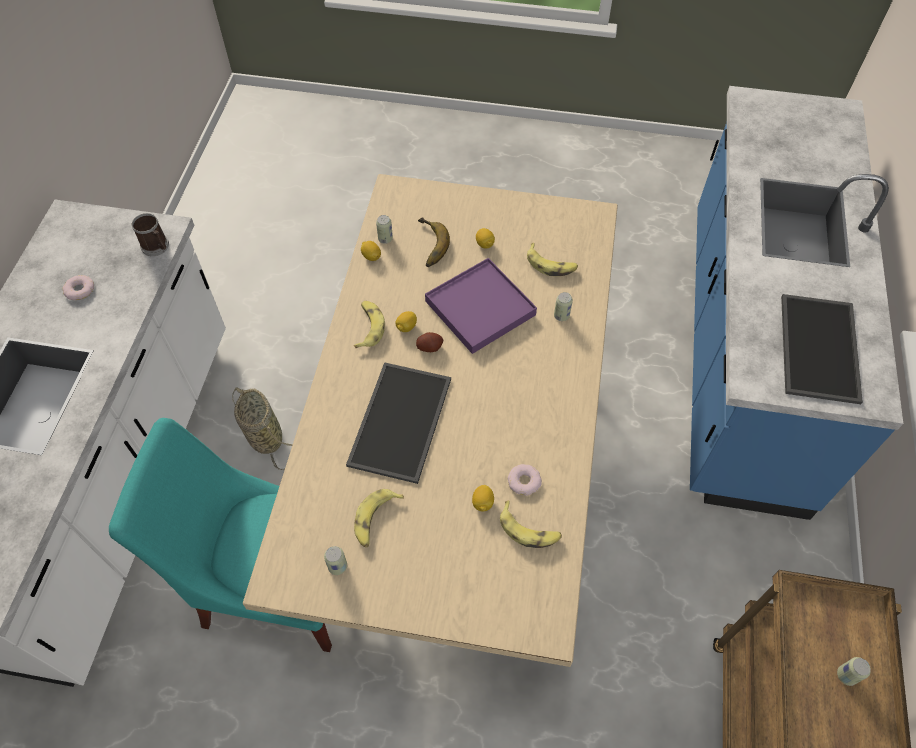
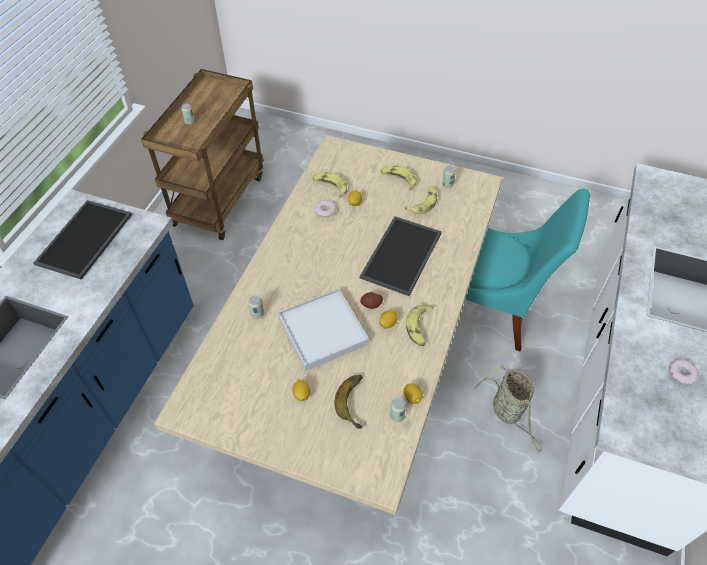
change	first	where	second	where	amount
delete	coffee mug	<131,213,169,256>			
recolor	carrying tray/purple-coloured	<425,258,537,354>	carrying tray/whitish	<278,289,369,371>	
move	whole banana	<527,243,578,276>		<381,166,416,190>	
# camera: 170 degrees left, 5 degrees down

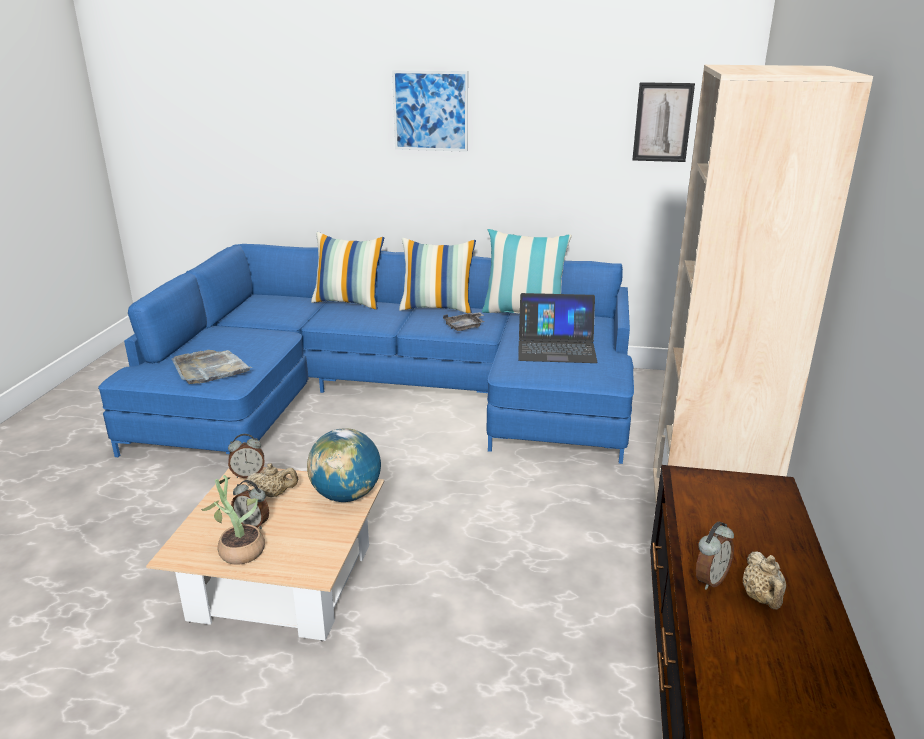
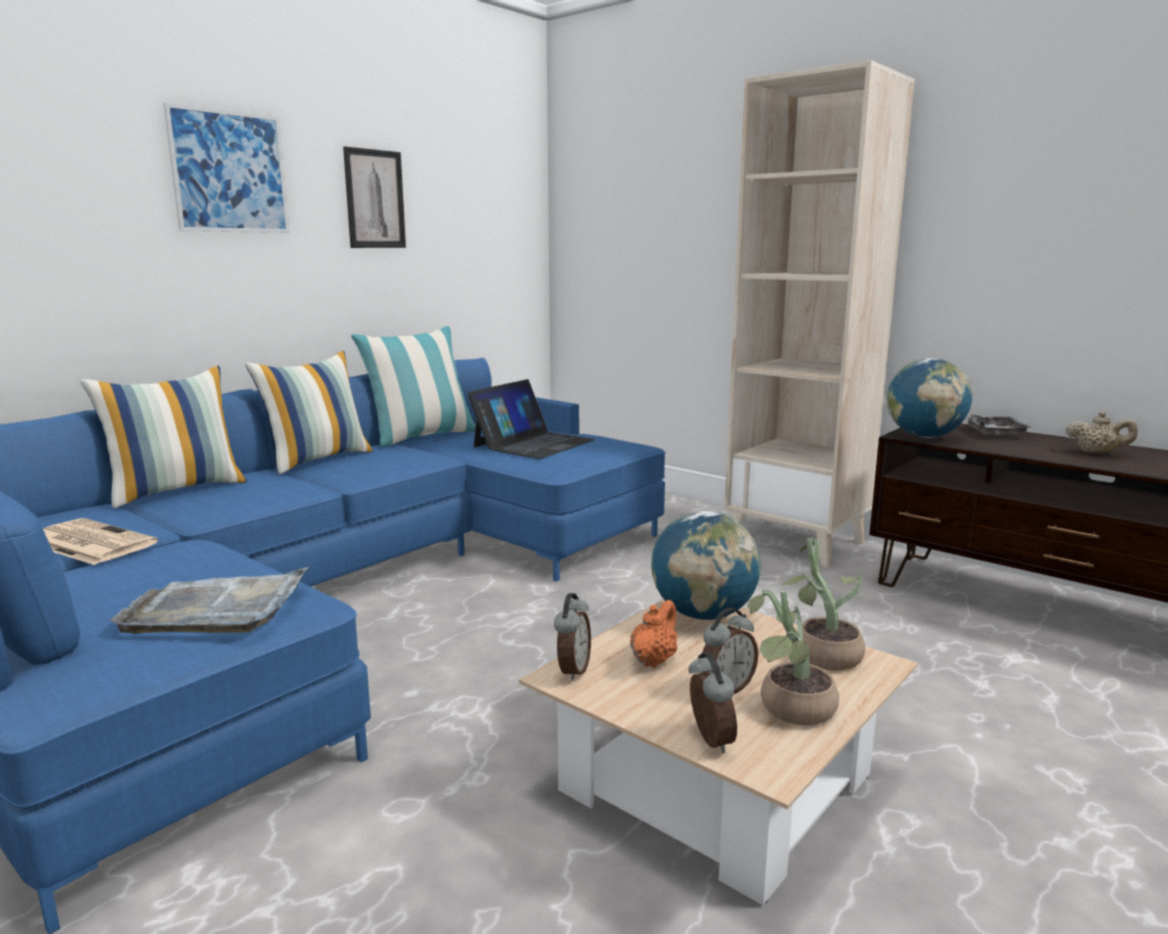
change	first	where	second	where	amount
recolor	teapot/beige-coloured	<246,463,298,497>	teapot/orange	<630,600,678,668>	
move	carrying tray/grey	<443,312,484,331>		<967,414,1032,437>	
move	wall picture	<632,82,695,162>		<343,146,406,248>	
move	bedside clock	<696,522,734,590>		<689,652,737,753>	
insert			daily paper	<43,518,158,565>	
insert			plant in a pot	<780,537,866,671>	
insert			globe	<886,358,972,438>	
# camera: 60 degrees left, 10 degrees down

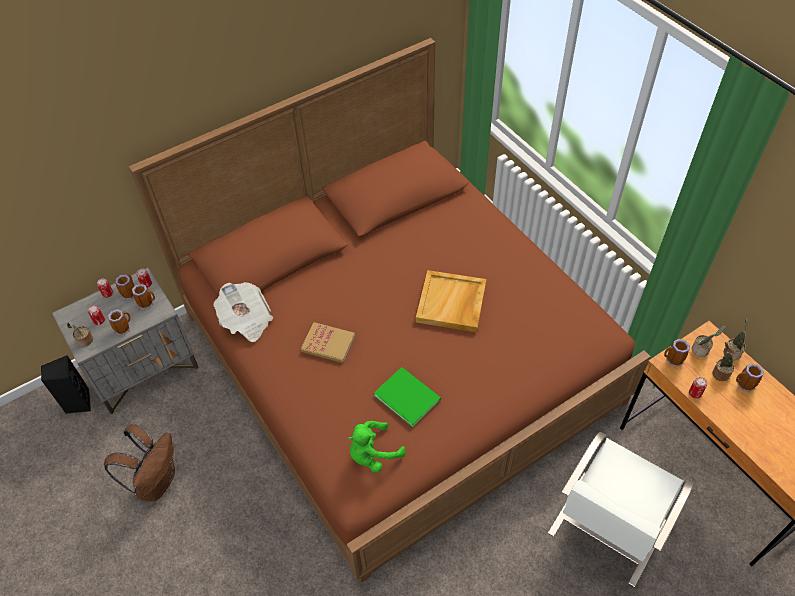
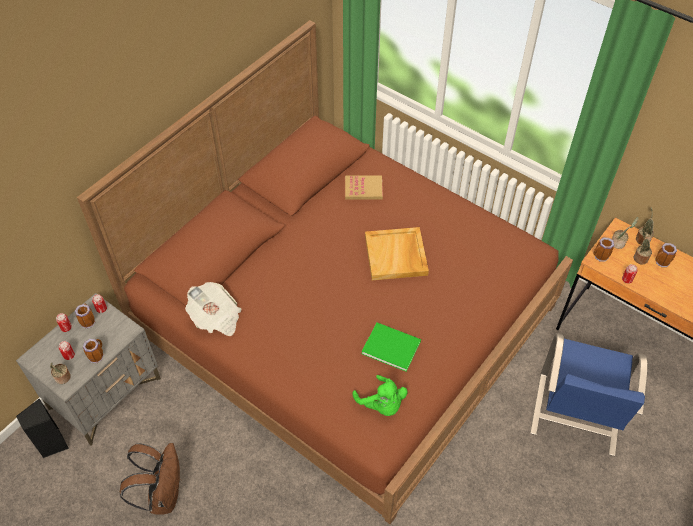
change	first	where	second	where	amount
delete	coffee mug	<132,284,155,309>			
move	book	<301,322,355,363>		<345,176,383,200>	
rotate	plush toy/green-coloured	<347,421,406,473>		<353,375,408,416>	75 degrees counterclockwise
recolor	plain chair/whitish	<548,432,693,587>	plain chair/bluish	<530,333,648,456>	
# camera: 20 degrees left, 0 degrees up

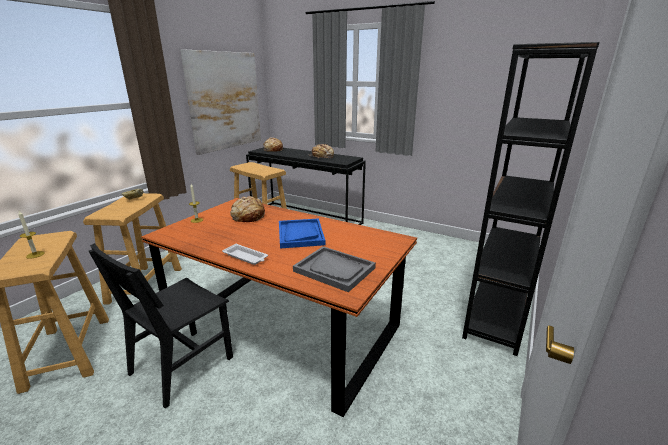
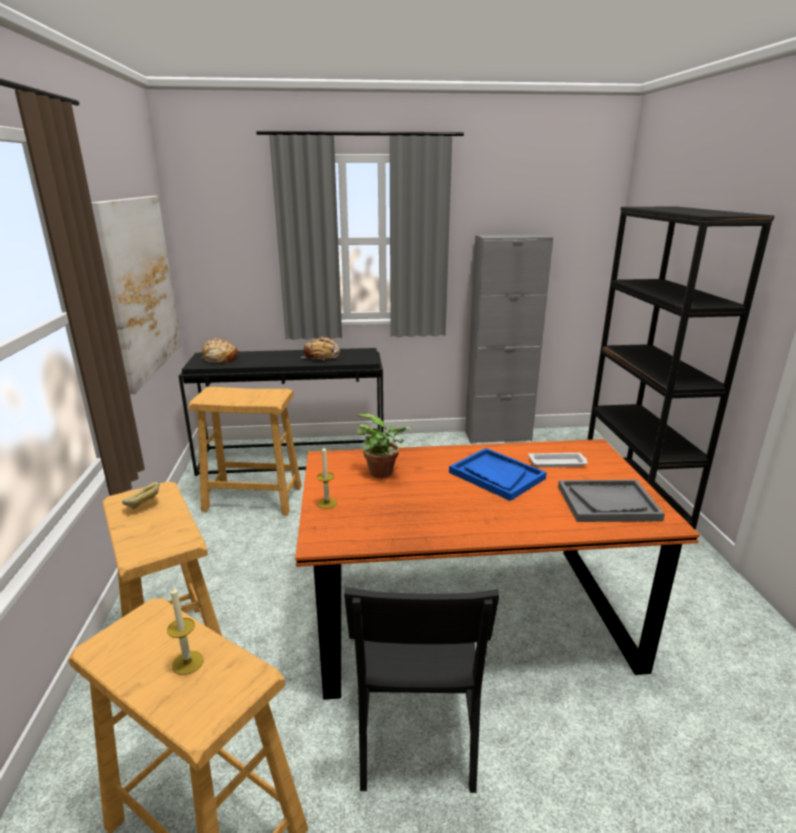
change	first	where	second	where	amount
move	carrying tray/whitish	<222,243,268,265>		<528,453,588,467>	
replace	bakery bread	<230,196,265,222>	plant in a pot	<357,413,411,478>	
insert			cupboard/grey	<465,234,553,444>	
# camera: 35 degrees left, 0 degrees up

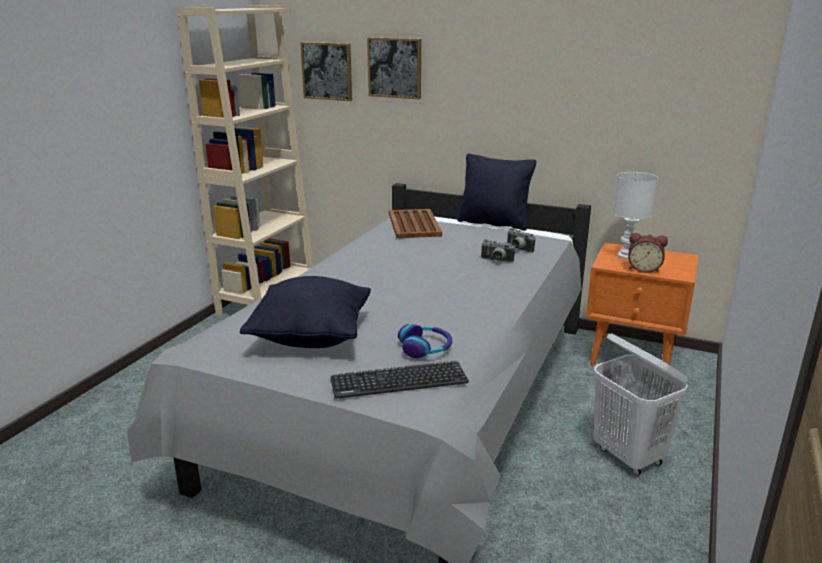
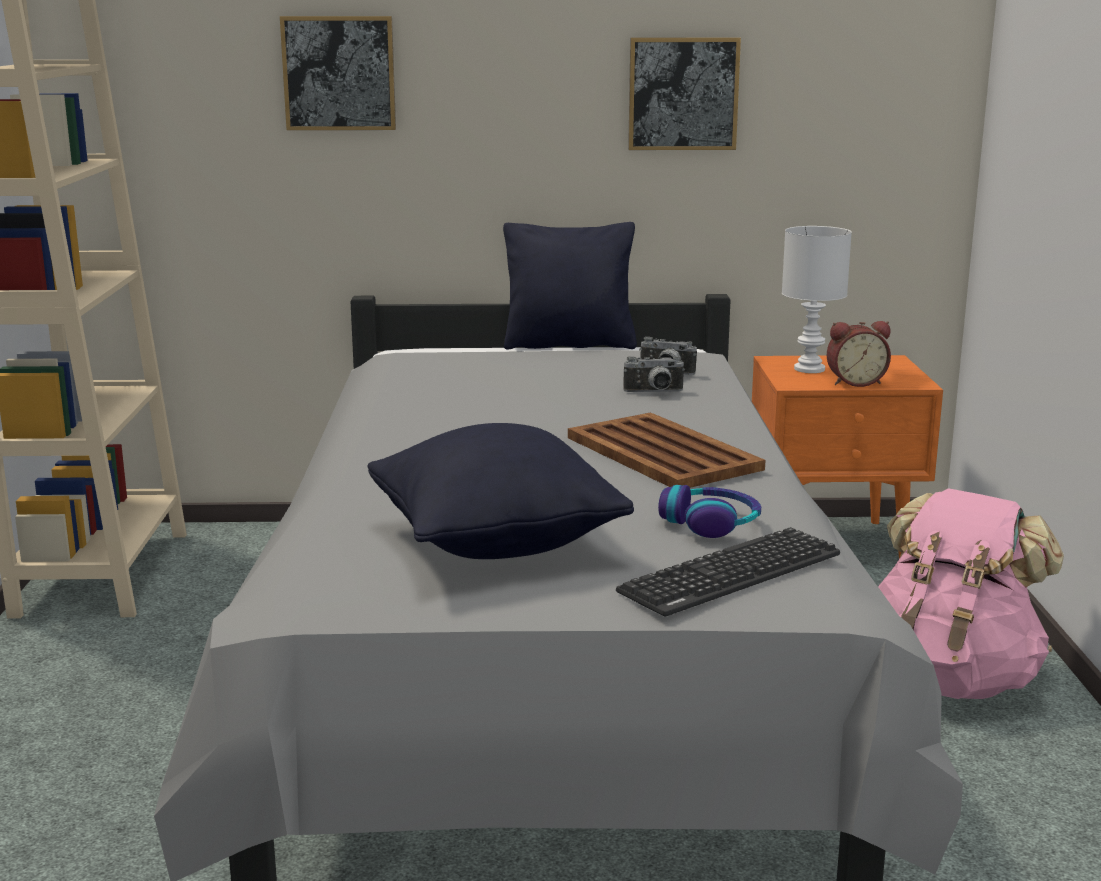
change	first	where	second	where	amount
move	wall picture	<300,42,352,101>		<628,38,741,150>	
move	carrying tray/brownish	<389,209,442,238>		<568,412,765,488>	
replace	hamper/whitish	<594,333,689,476>	knapsack/pinkish	<878,488,1064,699>	
# camera: 25 degrees left, 5 degrees down

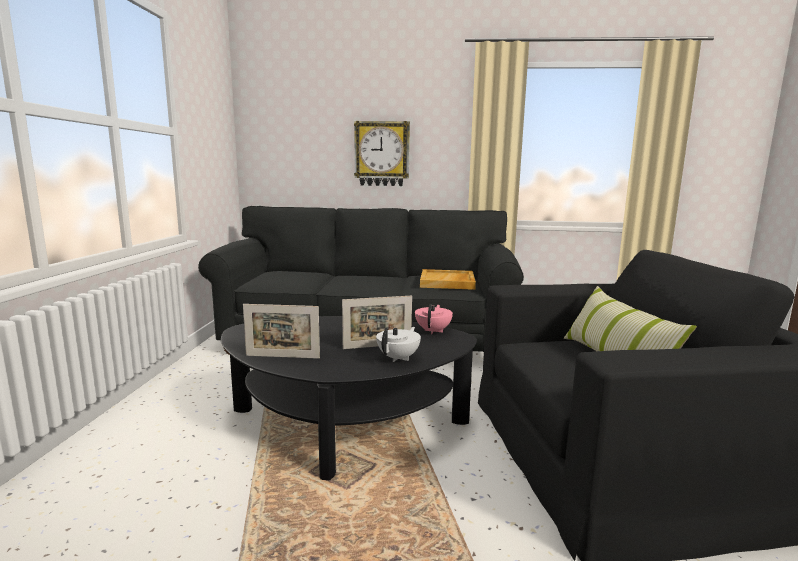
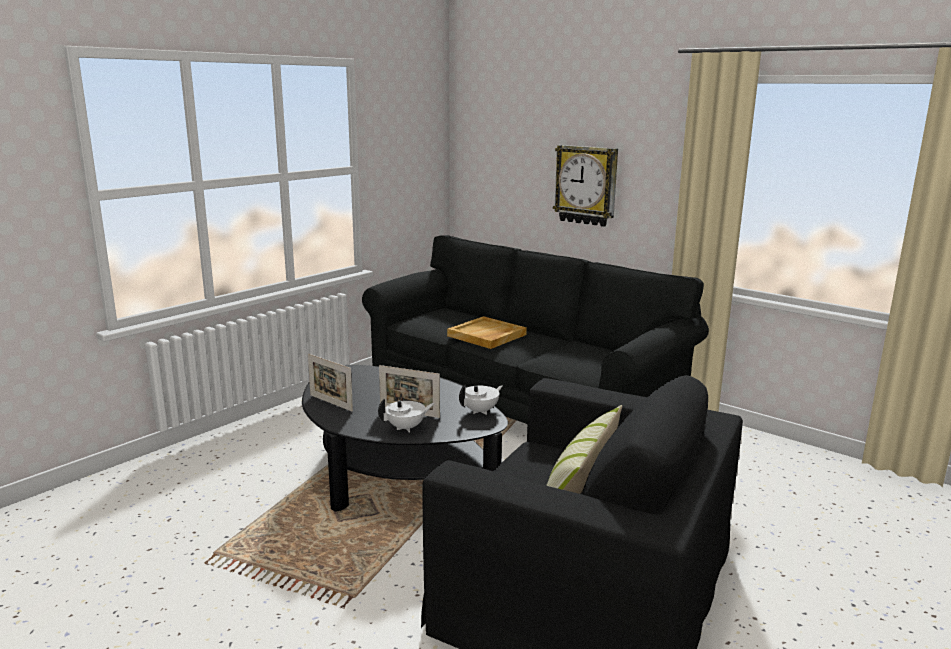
change	first	where	second	where	amount
recolor	teapot/pinkish	<415,304,453,334>	teapot/whitish	<459,385,502,415>	
move	carrying tray/beige-coloured	<420,269,476,290>		<447,316,527,349>	
# camera: 35 degrees right, 5 degrees up

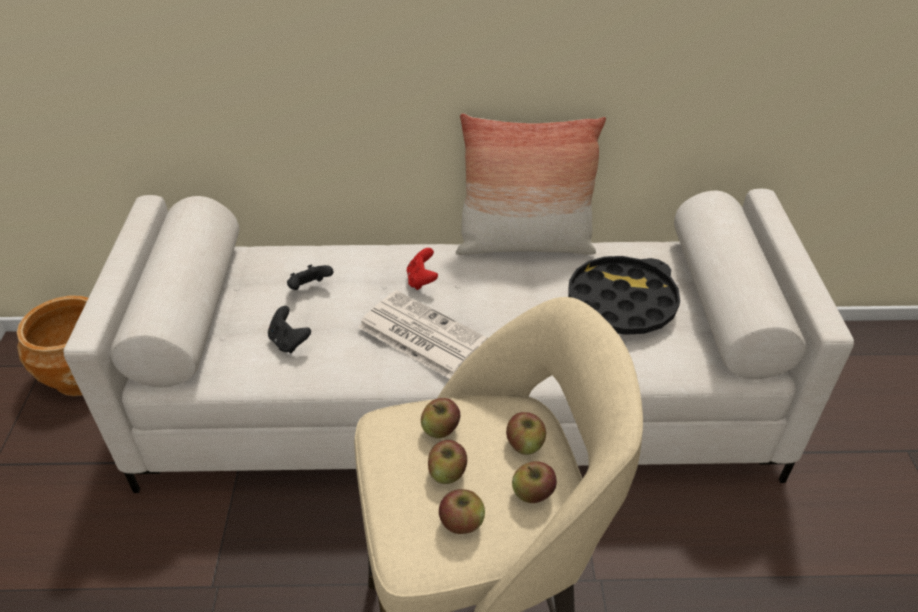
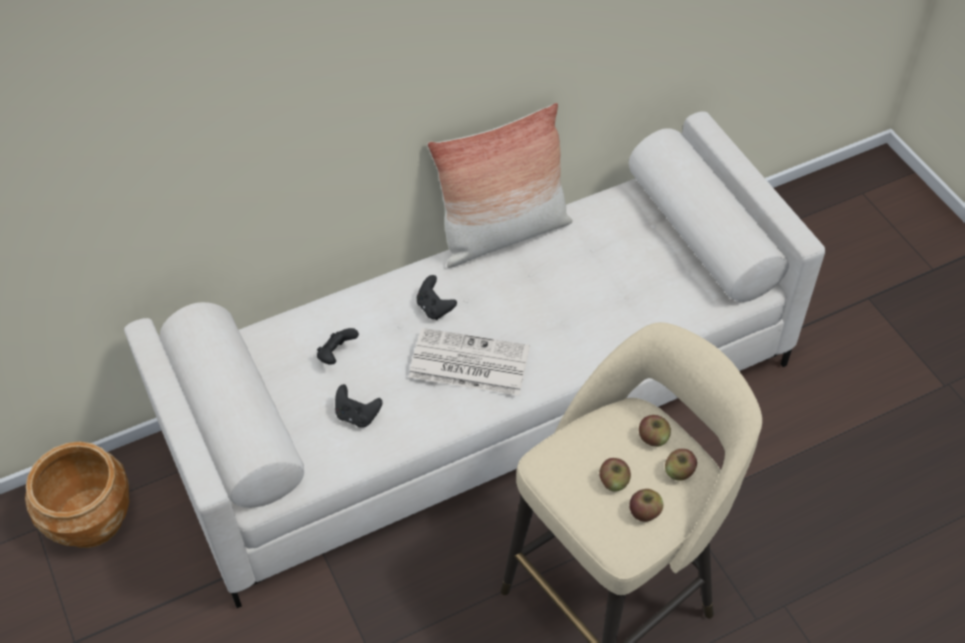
change	first	where	second	where	amount
recolor	gamepad/red-coloured	<407,248,438,290>	gamepad/black-coloured	<416,275,457,320>	
delete	whole apple	<421,398,460,438>			
delete	carrying tray/black-coloured	<568,256,680,335>			
# camera: 25 degrees left, 10 degrees up

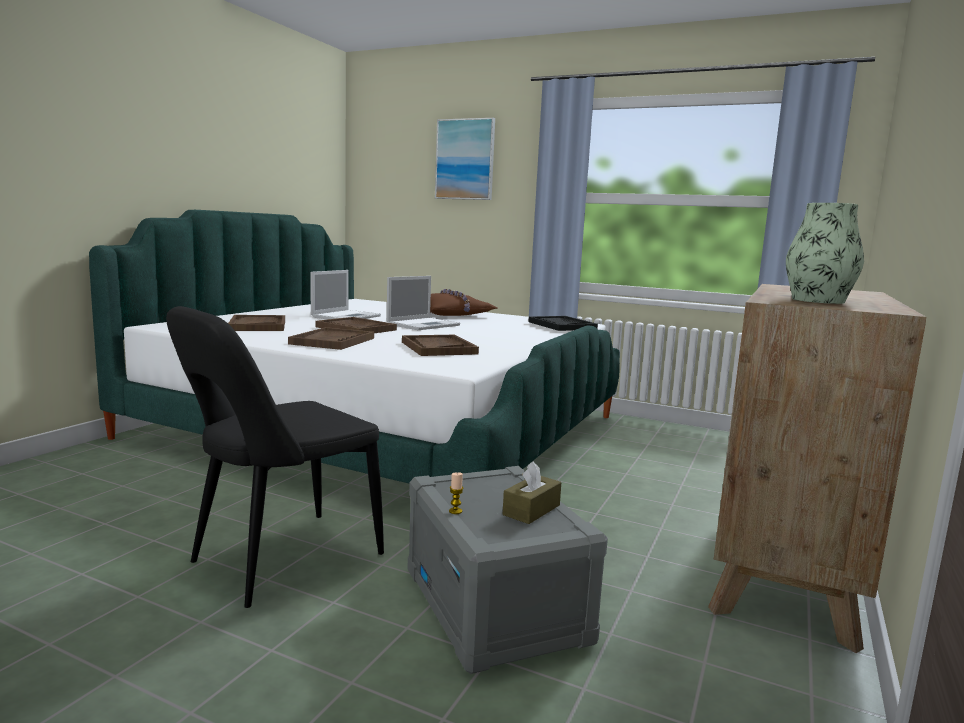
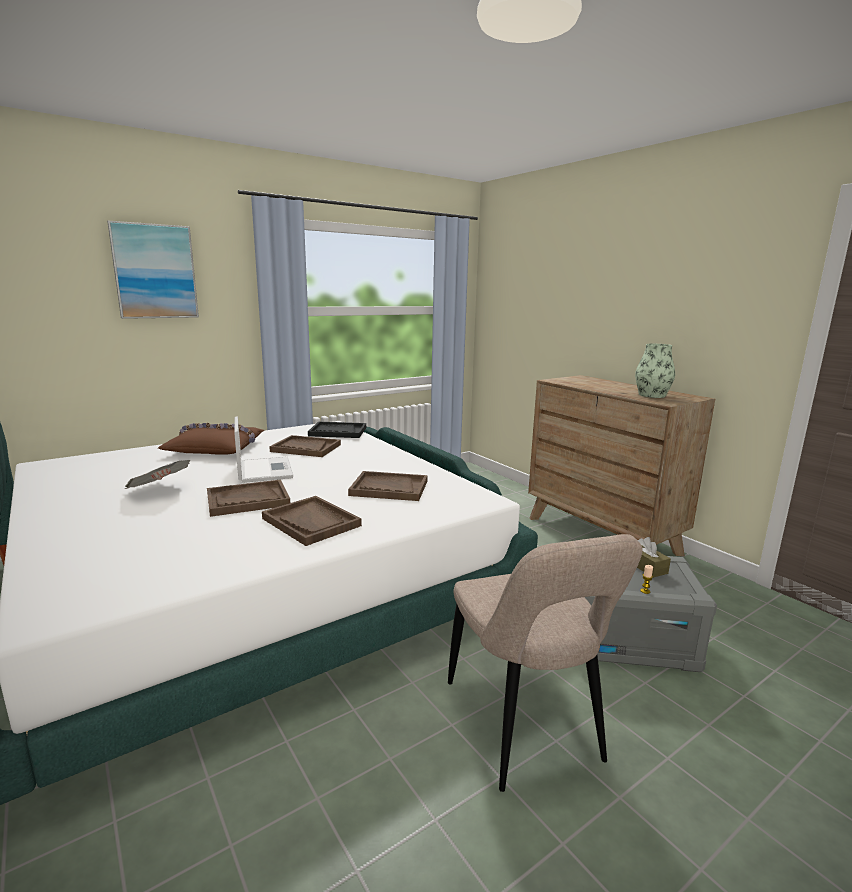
change	first	where	second	where	amount
recolor	plain chair/black-coloured	<166,306,384,608>	plain chair/beige-coloured	<448,534,643,792>	
move	carrying tray/brownish	<228,315,285,331>		<269,435,341,457>	
replace	laptop	<310,270,381,319>	daily paper	<124,460,191,489>	
# camera: 60 degrees left, 5 degrees up

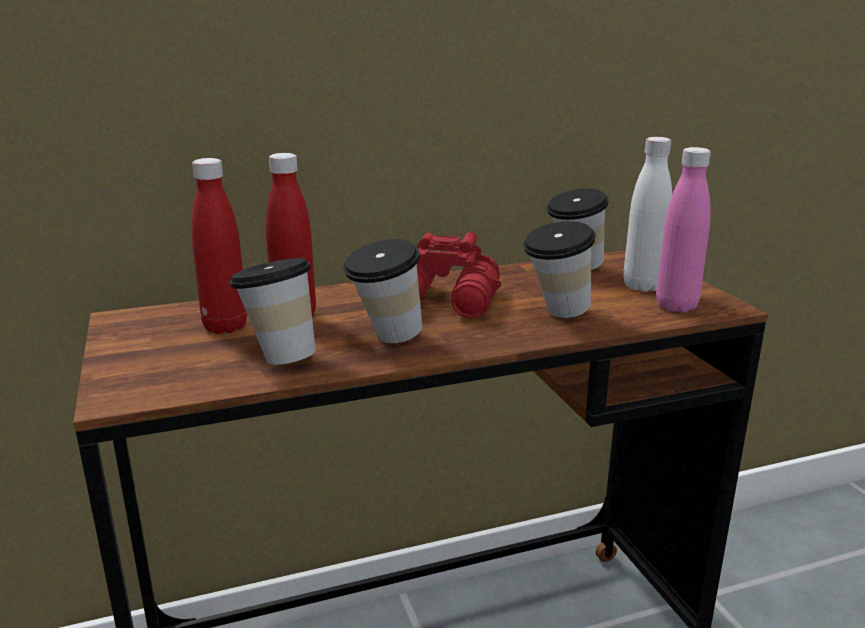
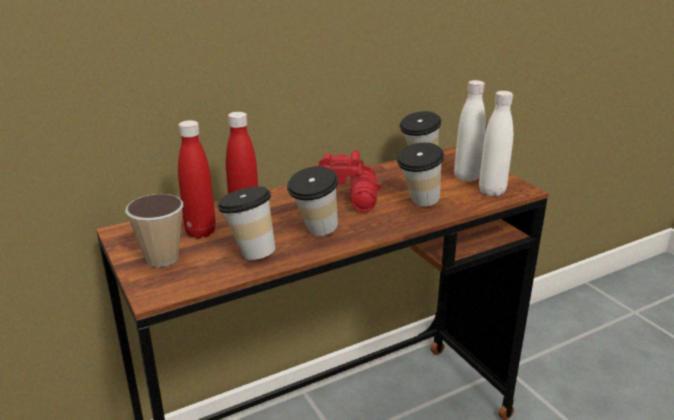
change	first	where	second	where	amount
recolor	drink bottle/pinkish	<656,147,711,313>	drink bottle/whitish	<479,91,513,196>	
insert			small cup	<125,194,183,267>	
# camera: 10 degrees left, 5 degrees up

